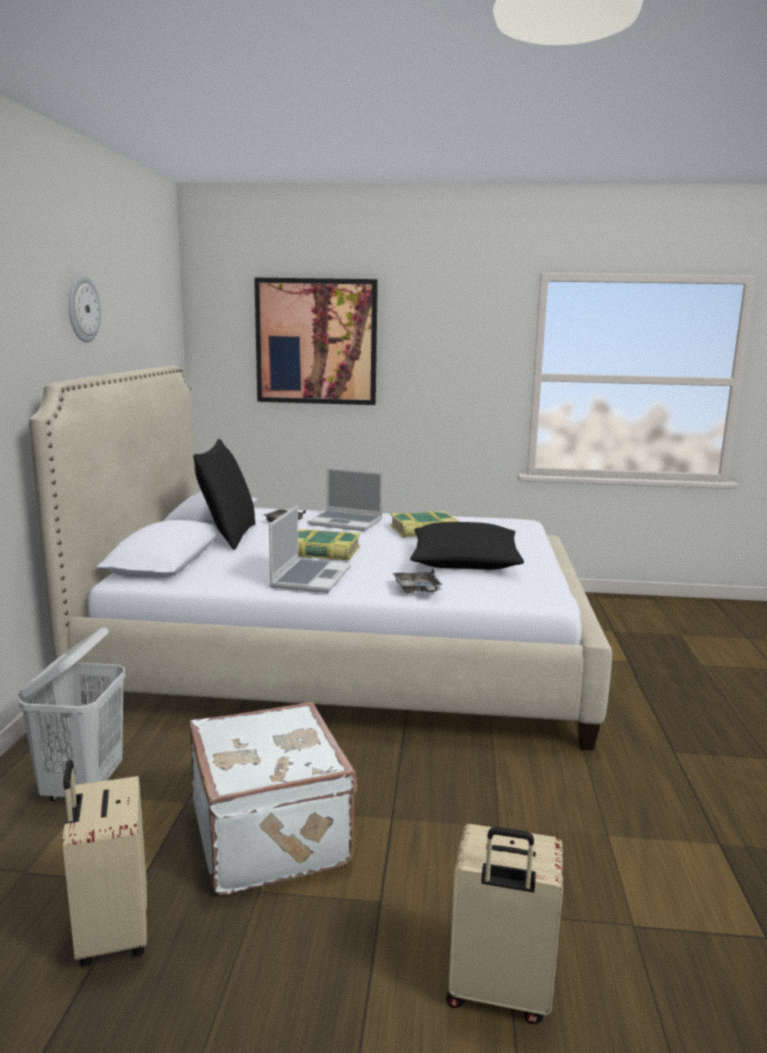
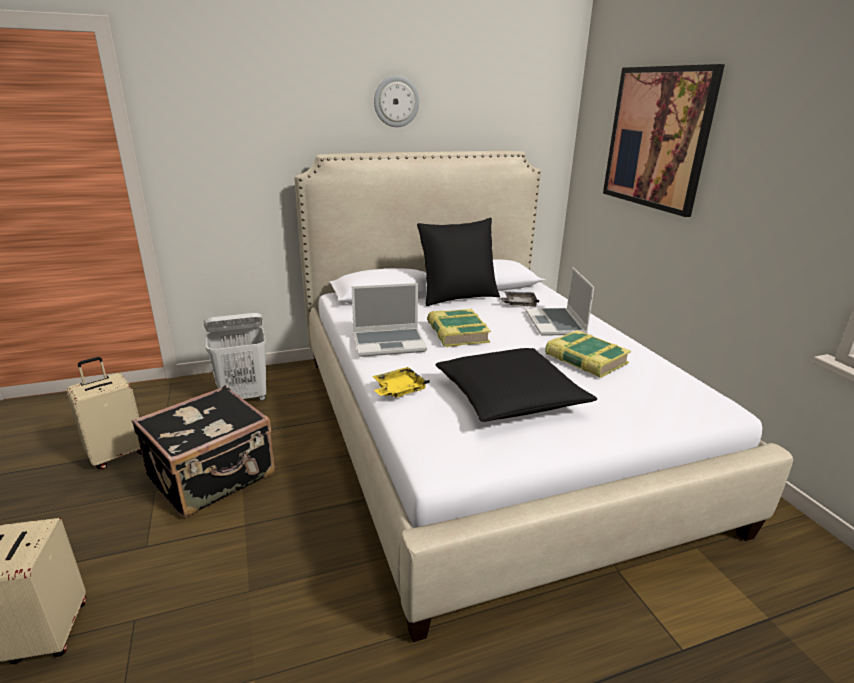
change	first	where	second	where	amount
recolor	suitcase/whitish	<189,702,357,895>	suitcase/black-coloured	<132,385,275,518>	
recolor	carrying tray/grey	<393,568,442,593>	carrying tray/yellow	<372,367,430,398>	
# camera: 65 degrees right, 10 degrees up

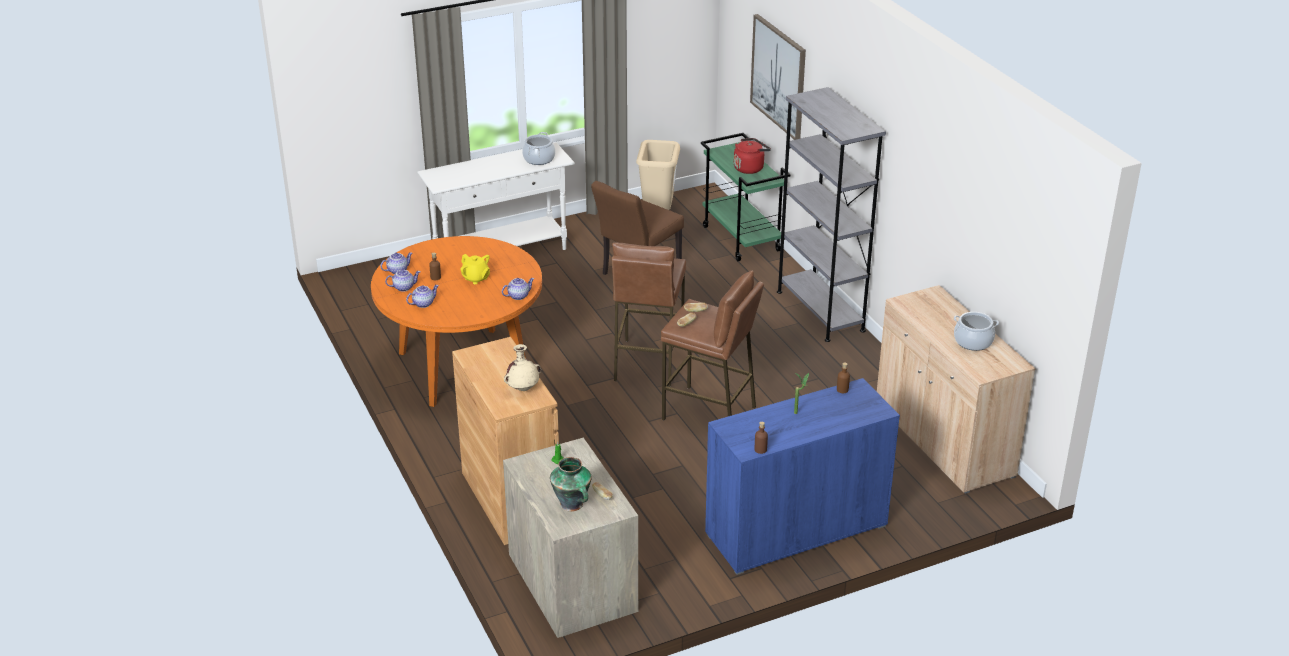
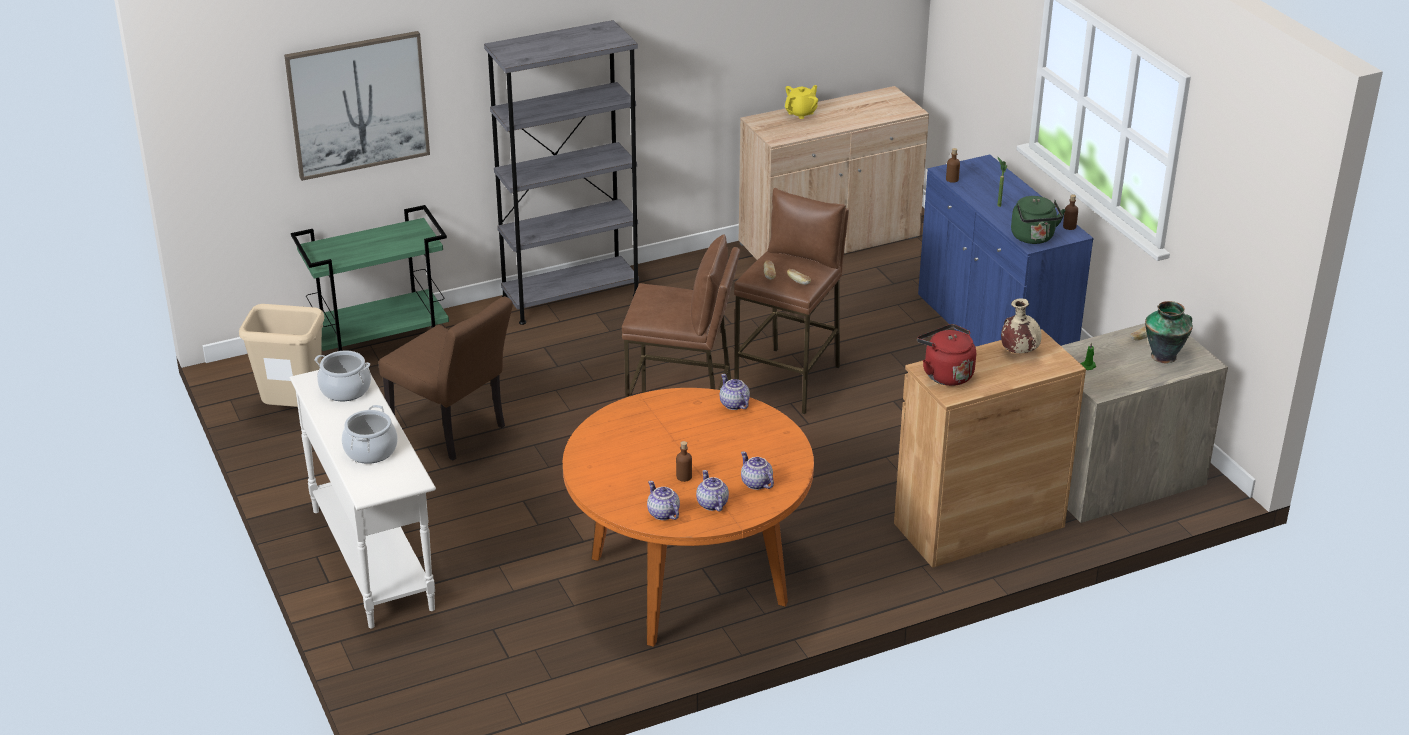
change	first	where	second	where	amount
move	teapot/yellow	<460,254,490,284>		<785,85,818,119>	
move	kettle/red-coloured	<734,138,771,174>		<917,324,976,386>	
move	cooking pot	<954,312,999,351>		<342,405,398,464>	
insert			kettle/green-coloured	<1011,196,1065,244>	
# camera: 90 degrees left, 0 degrees up

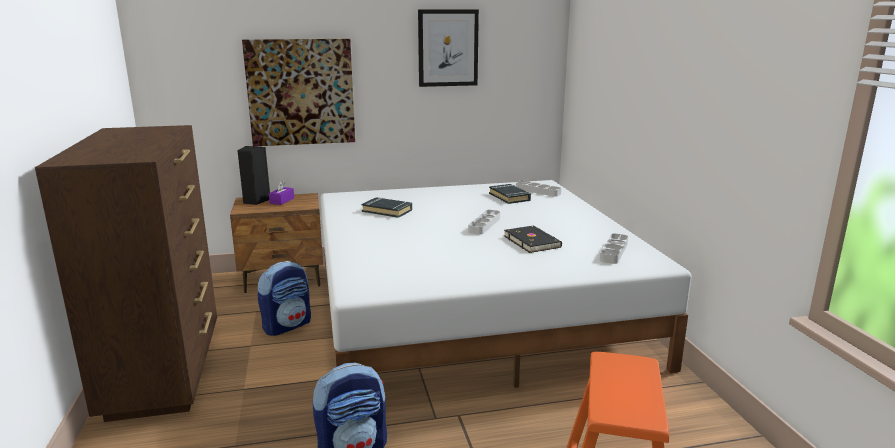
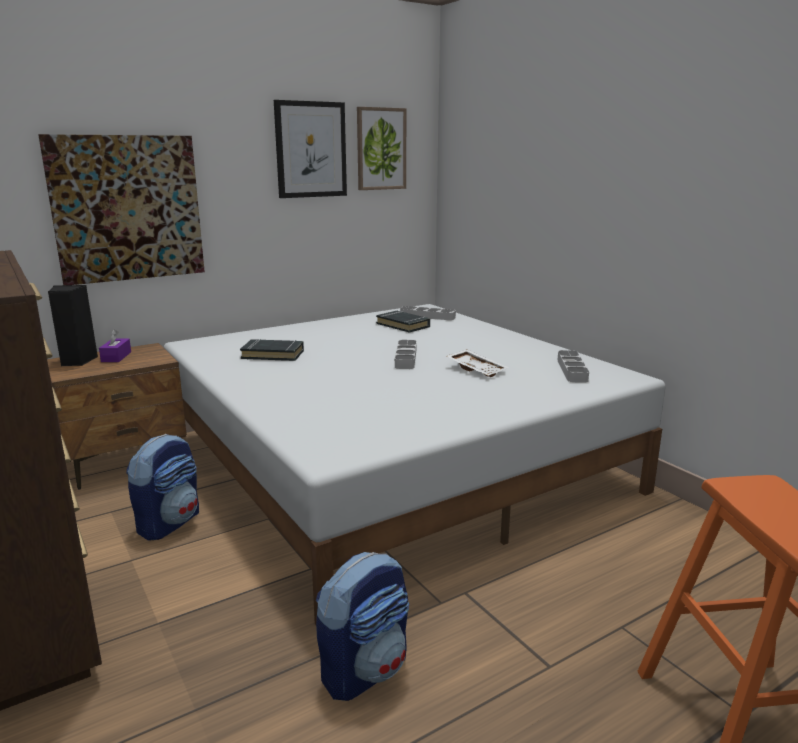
change	first	where	second	where	amount
replace	book/black-coloured	<504,226,562,253>	carrying tray/whitish	<447,349,509,377>	
insert			wall picture	<357,107,406,190>	
# camera: 20 degrees left, 0 degrees up

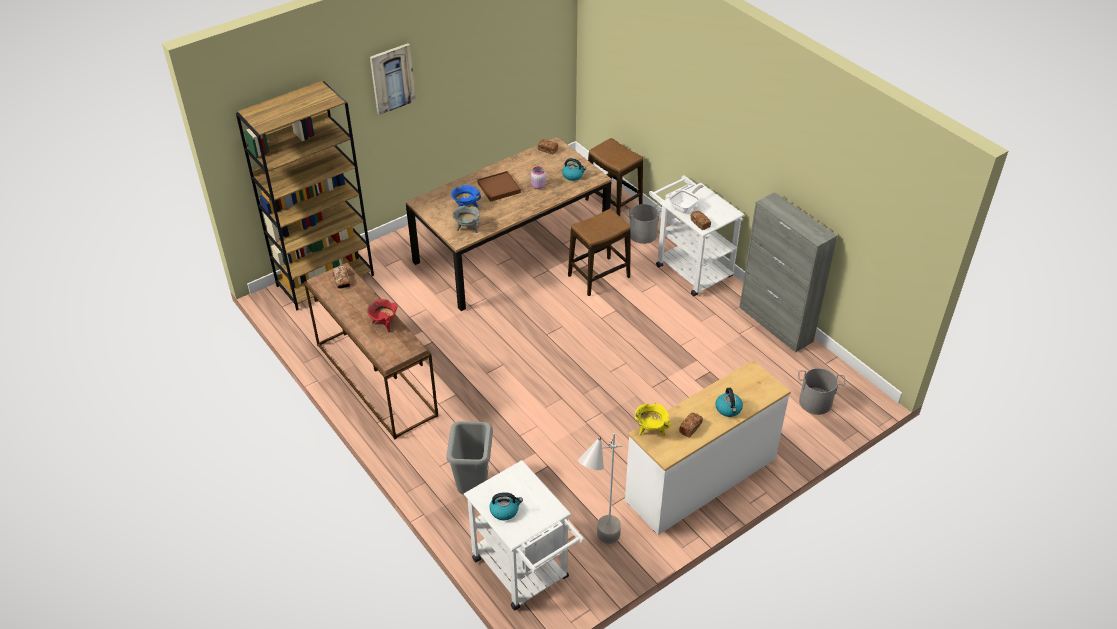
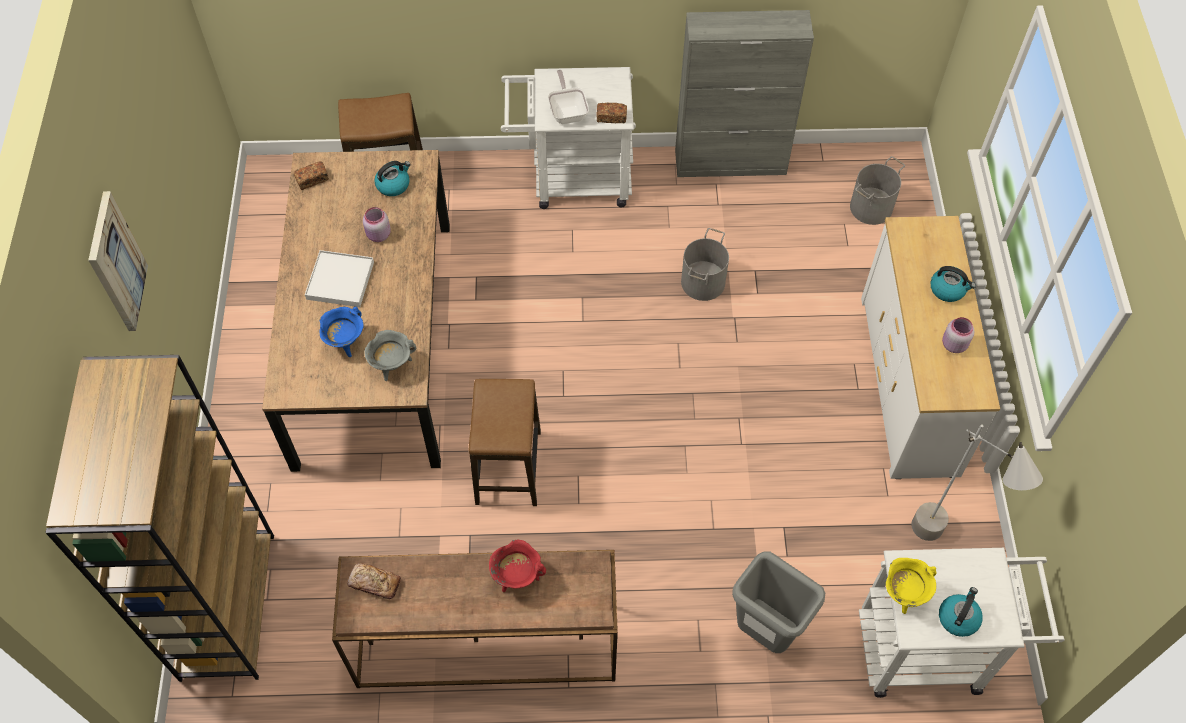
change	first	where	second	where	amount
recolor	carrying tray/brownish	<477,171,521,202>	carrying tray/whitish	<305,250,374,307>	
move	sitting stool	<568,209,631,296>		<469,379,541,506>	
move	water bucket/grey	<624,204,662,244>		<681,228,729,301>	
move	cooking pot/yellow	<635,403,671,435>		<886,558,937,614>	
replace	bakery bread	<679,413,703,438>	preserve jar/pinkish	<942,317,975,353>	
# camera: 55 degrees left, 15 degrees up

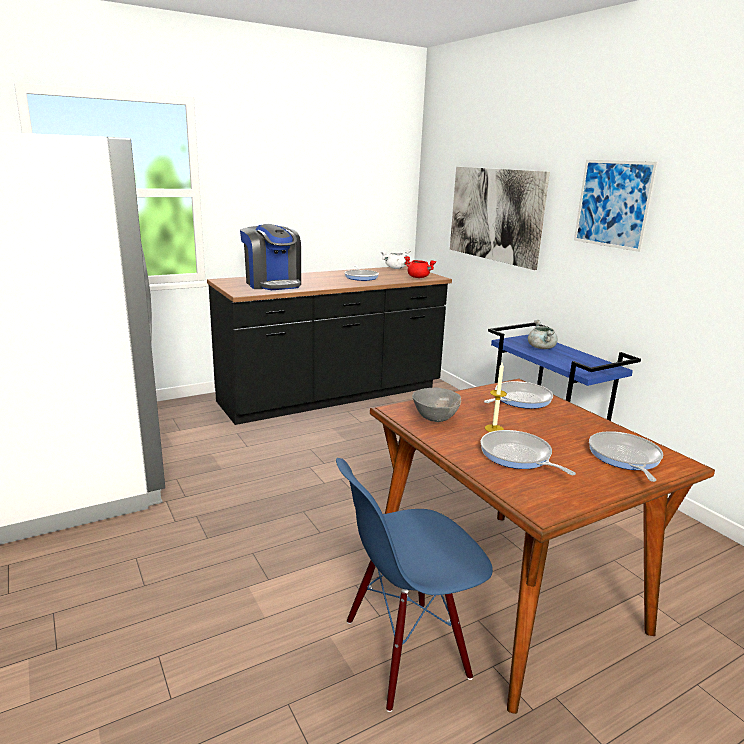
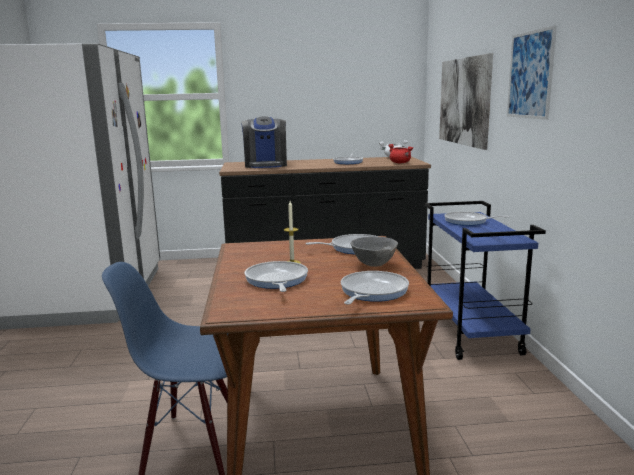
change	first	where	second	where	amount
move	bowl/grey	<412,388,461,422>		<351,237,398,267>	
replace	cooking pot/grey	<528,320,558,349>	skillet	<445,211,510,226>	
# camera: 25 degrees right, 5 degrees down

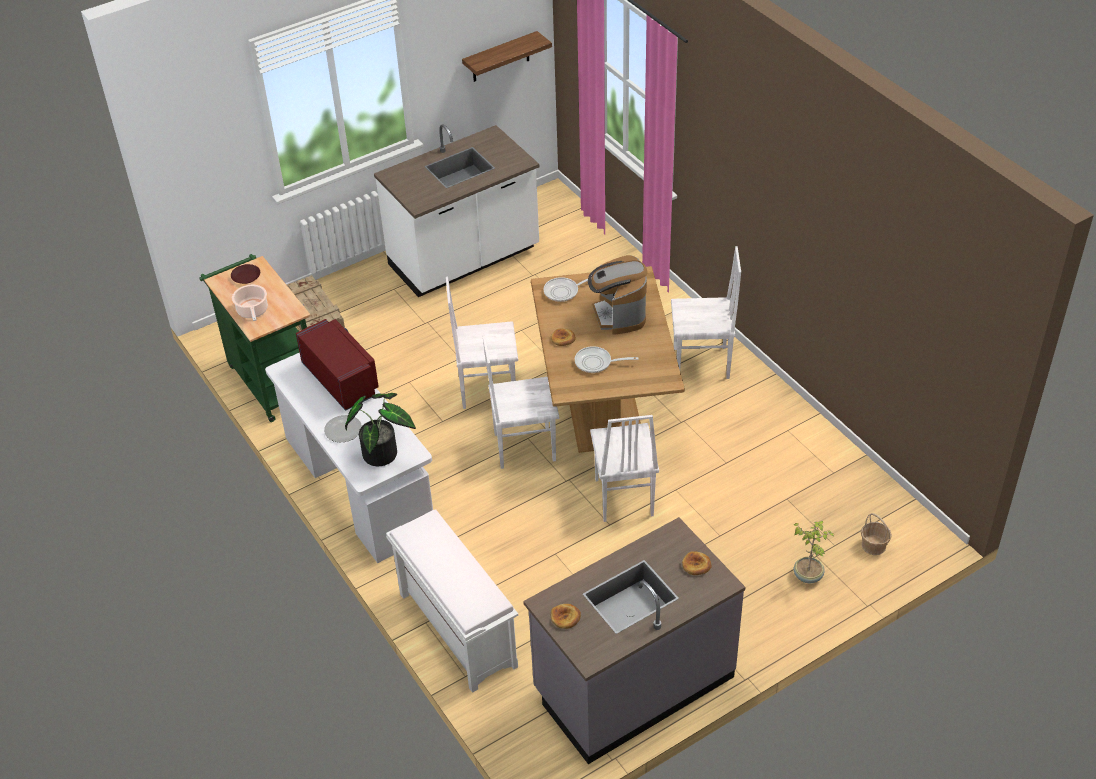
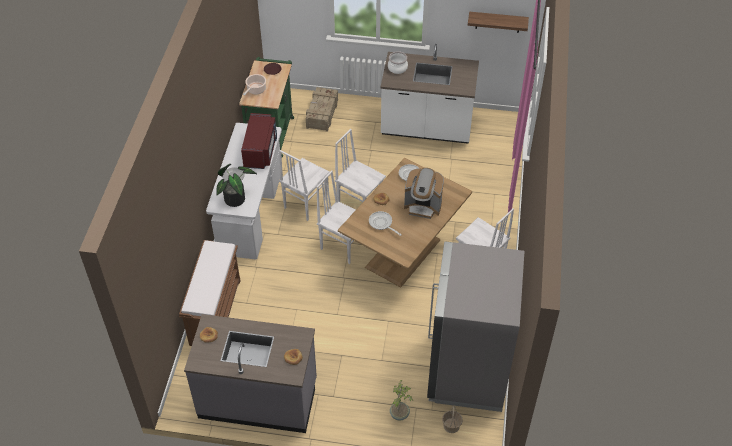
change	first	where	second	where	amount
recolor	indoor bench/whitish	<386,509,518,693>	indoor bench/brownish	<179,240,240,346>	
rotate	coffee machine	<588,255,648,335>		<404,168,444,219>	105 degrees counterclockwise
move	plain chair/whitish	<590,415,659,522>		<279,150,329,221>	
insert			cooking pot	<388,51,408,74>	
insert			fridge/grey	<427,241,525,412>	
# camera: 40 degrees right, 5 degrees up

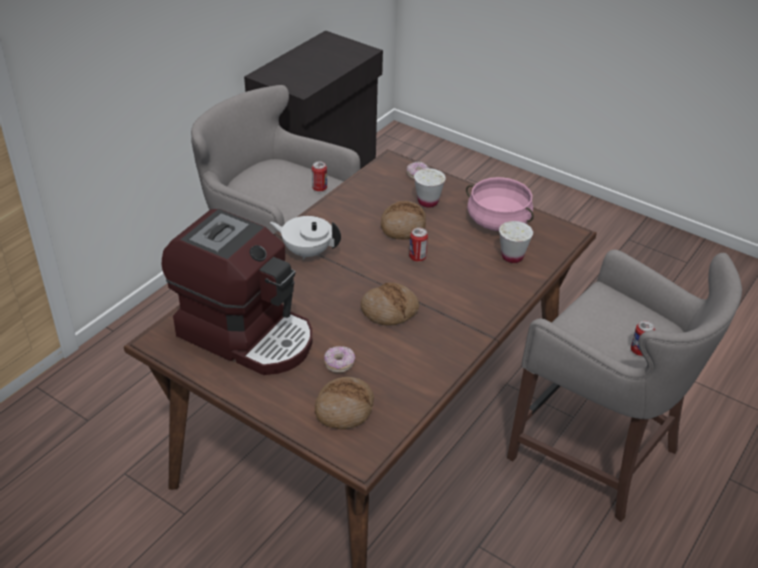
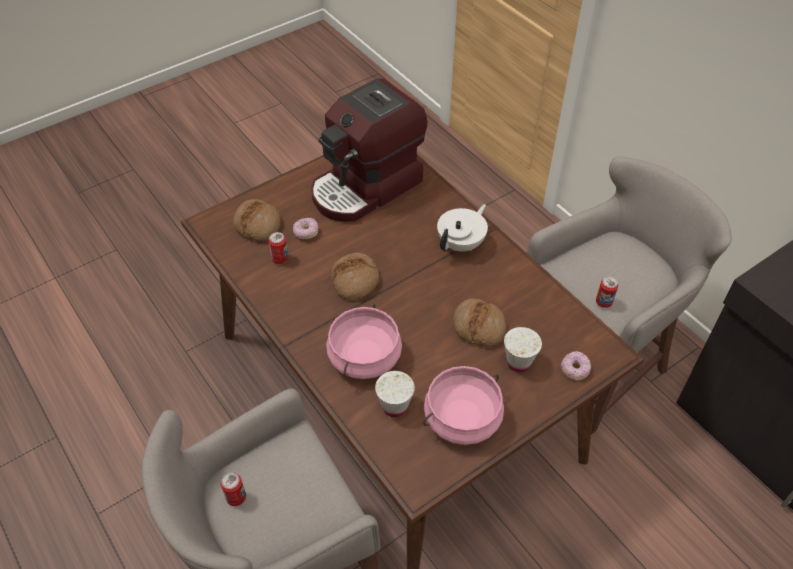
change	first	where	second	where	amount
move	can	<409,228,428,261>		<268,232,289,264>	
insert			cooking pot/pinkish	<326,304,402,379>	
# camera: 110 degrees right, 10 degrees up

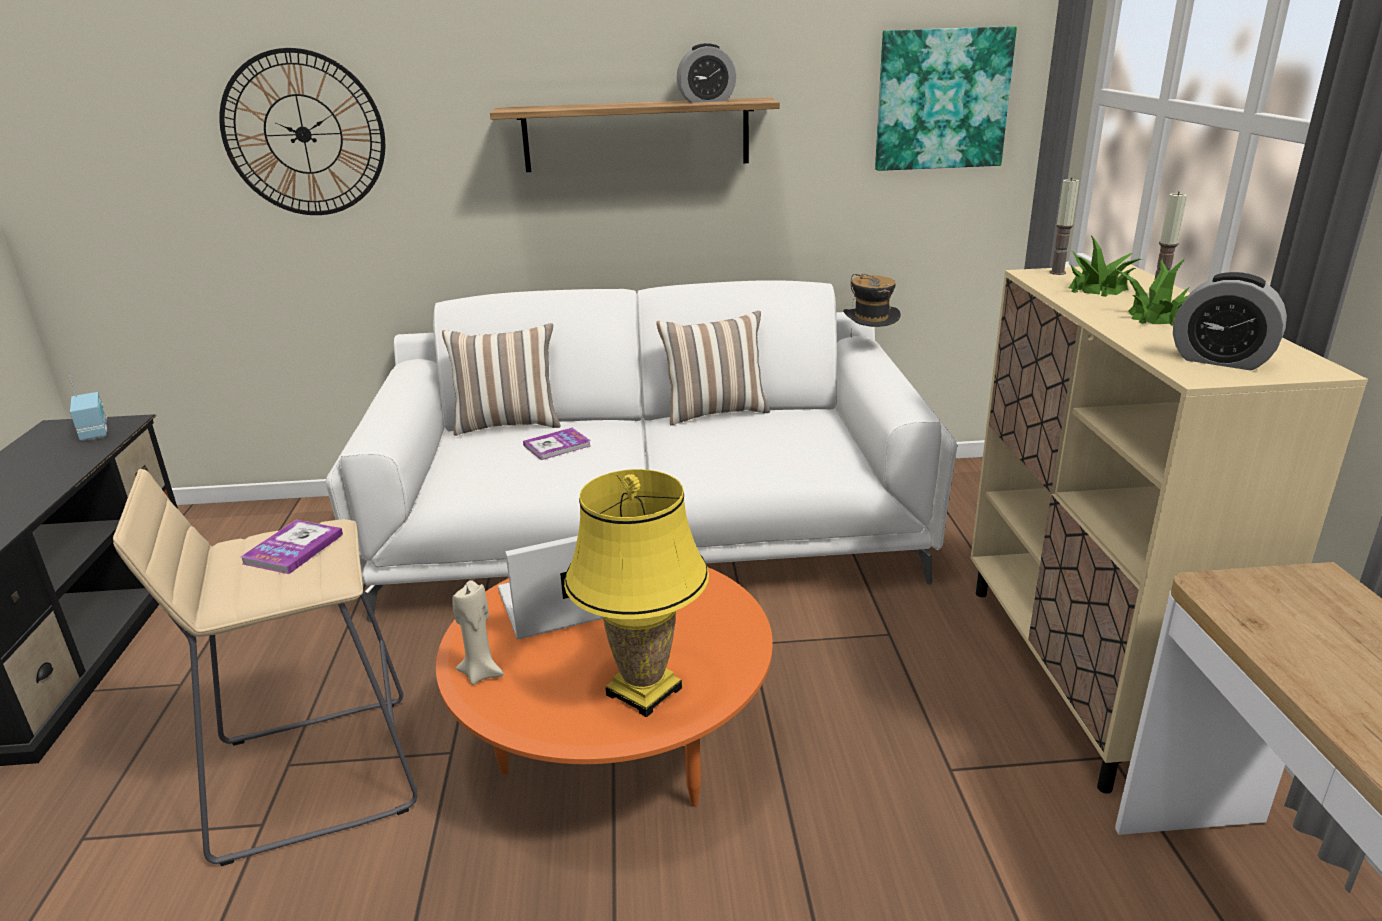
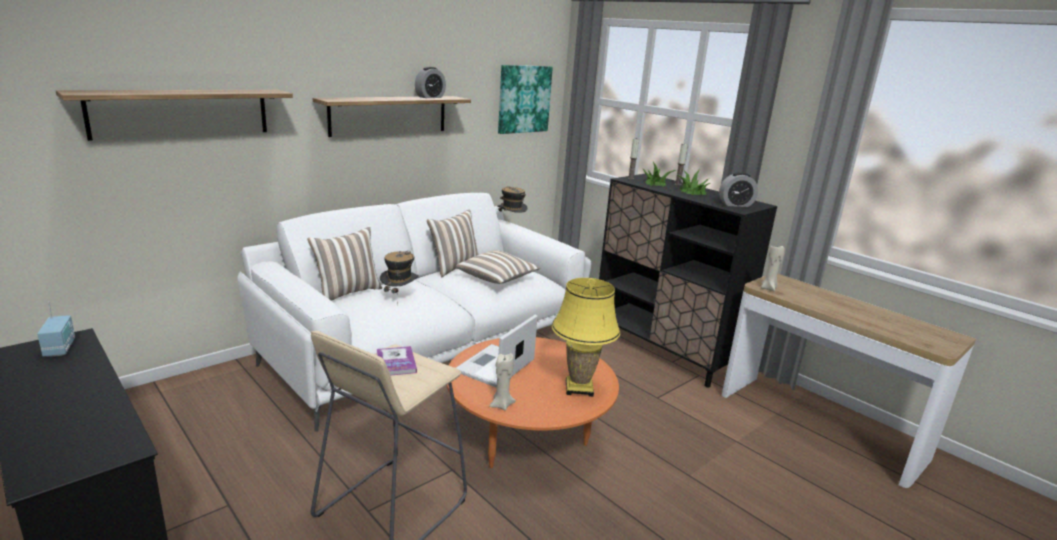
change	first	where	second	where	amount
rotate	radio receiver	<69,375,107,441>		<37,301,75,357>	45 degrees clockwise
replace	hanging clock	<219,48,385,215>	wall shelf	<56,90,293,141>	
replace	book	<523,428,591,460>	wearable hat	<380,251,419,305>	
recolor	cupboard/beige-coloured	<971,264,1368,794>	cupboard/black-coloured	<599,174,777,388>	
insert			throw pillow	<456,250,540,284>	
insert			candle/beige-coloured	<761,243,785,291>	
# camera: 40 degrees left, 5 degrees down

